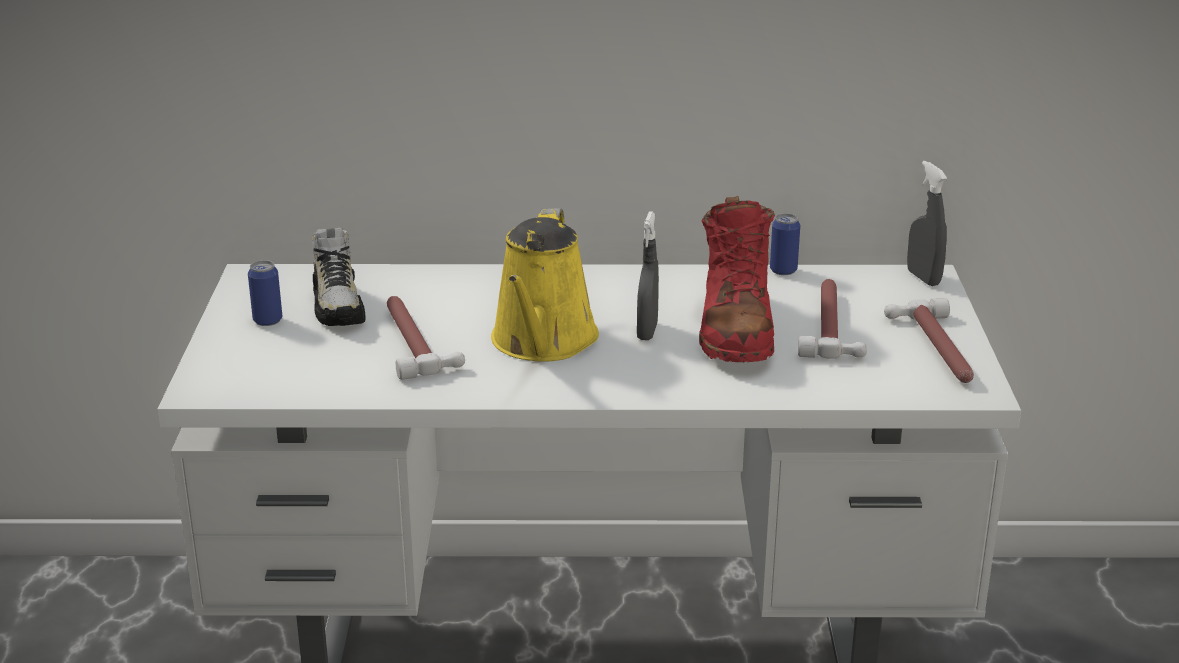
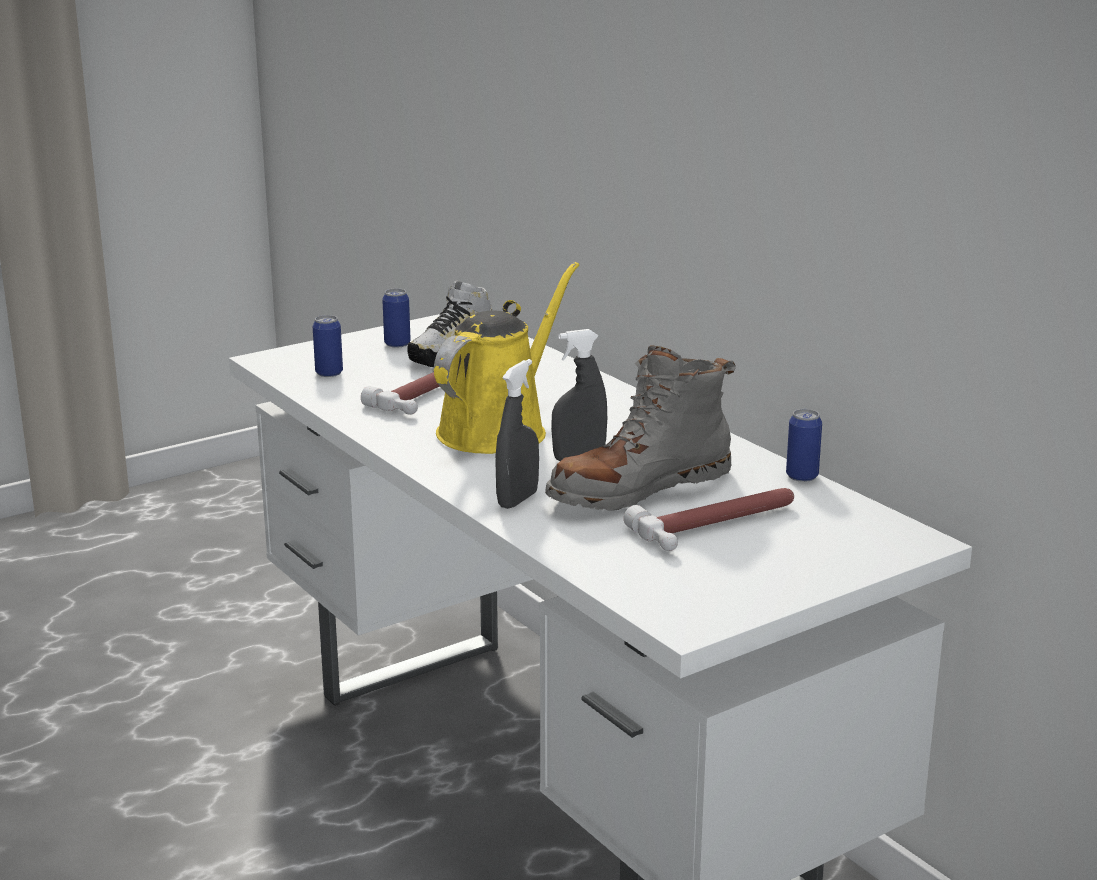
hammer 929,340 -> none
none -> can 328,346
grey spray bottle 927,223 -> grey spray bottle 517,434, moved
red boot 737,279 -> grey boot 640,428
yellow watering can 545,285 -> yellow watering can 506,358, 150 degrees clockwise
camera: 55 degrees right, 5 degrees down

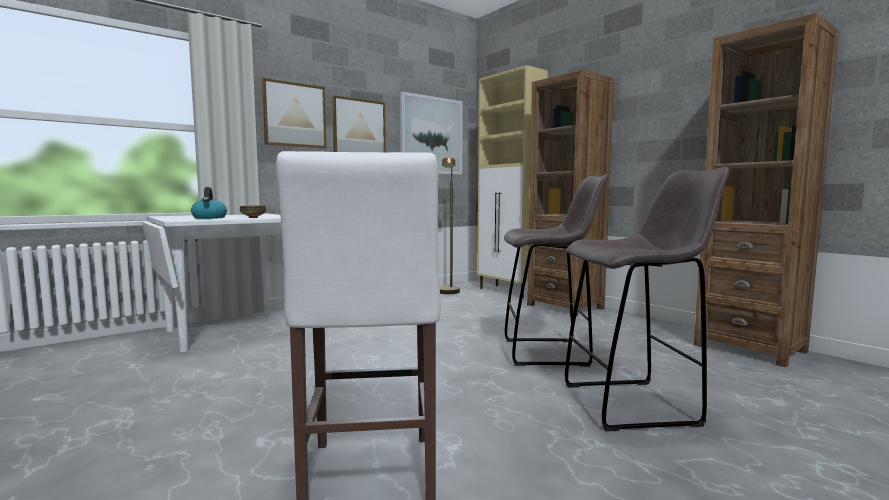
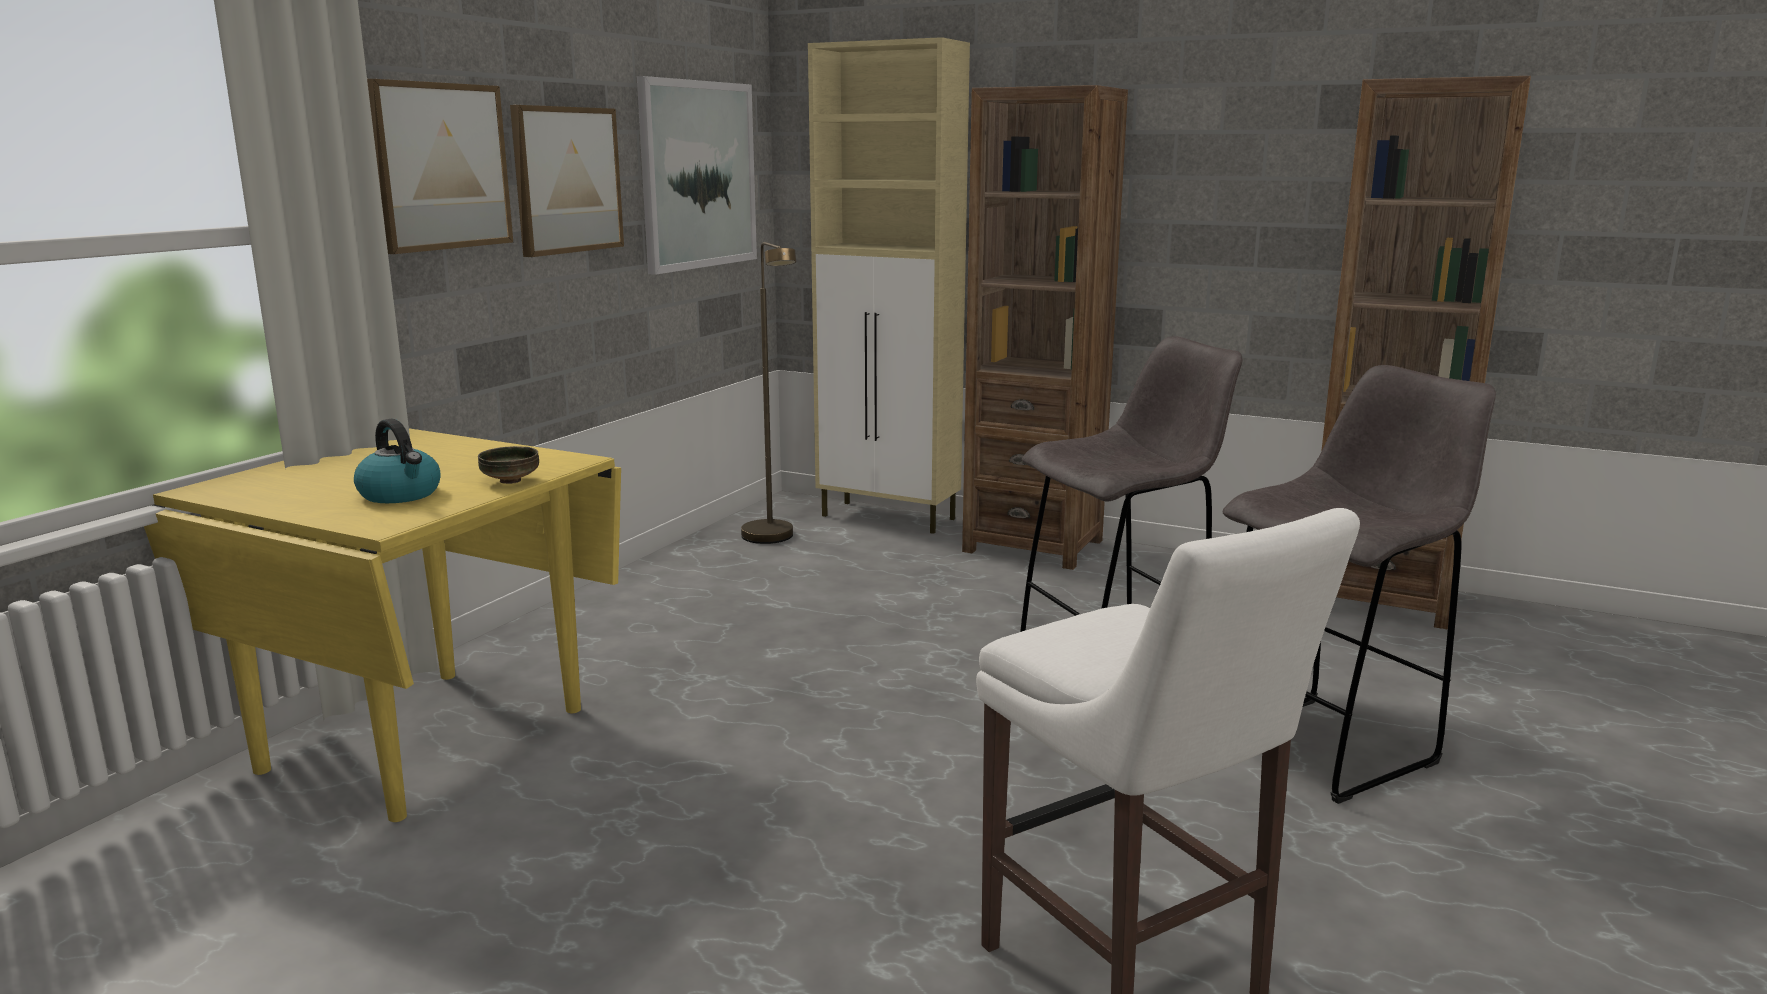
white dining table 216,282 -> yellow dining table 382,625
camera: 25 degrees left, 10 degrees up

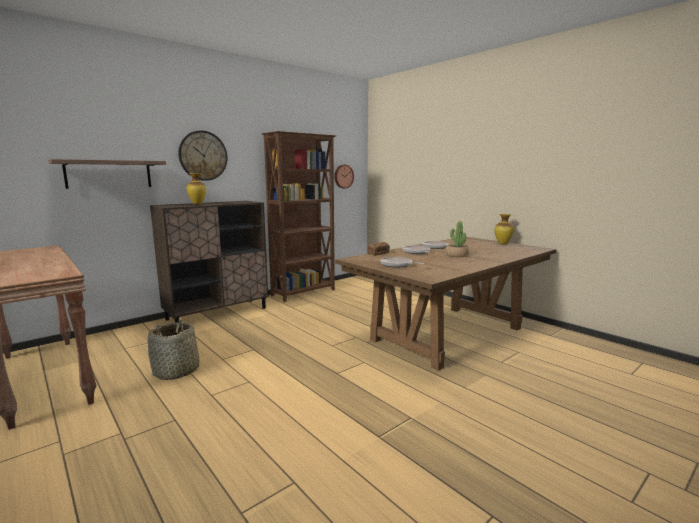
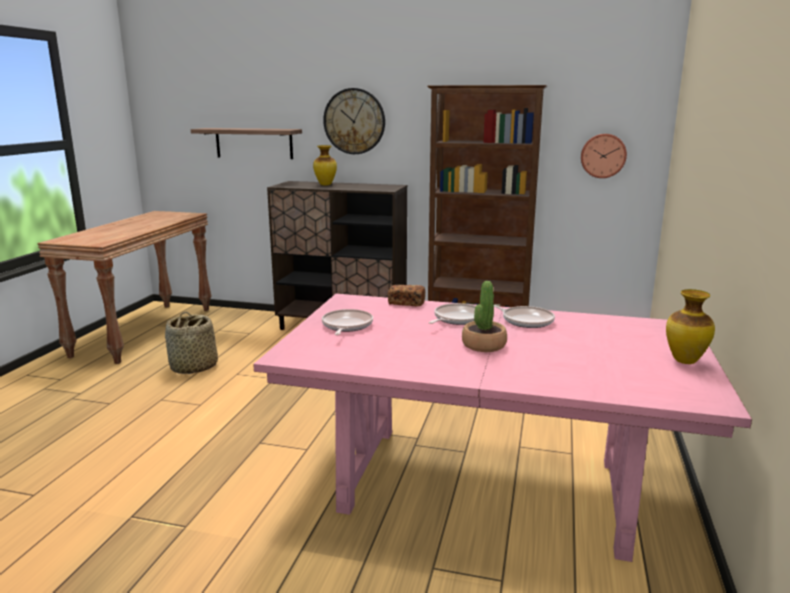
brown dining table 446,304 -> pink dining table 502,428
camera: 55 degrees right, 5 degrees up

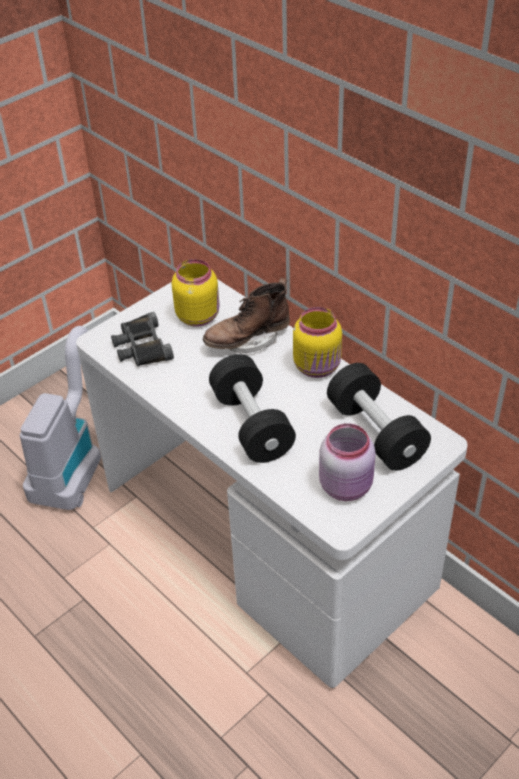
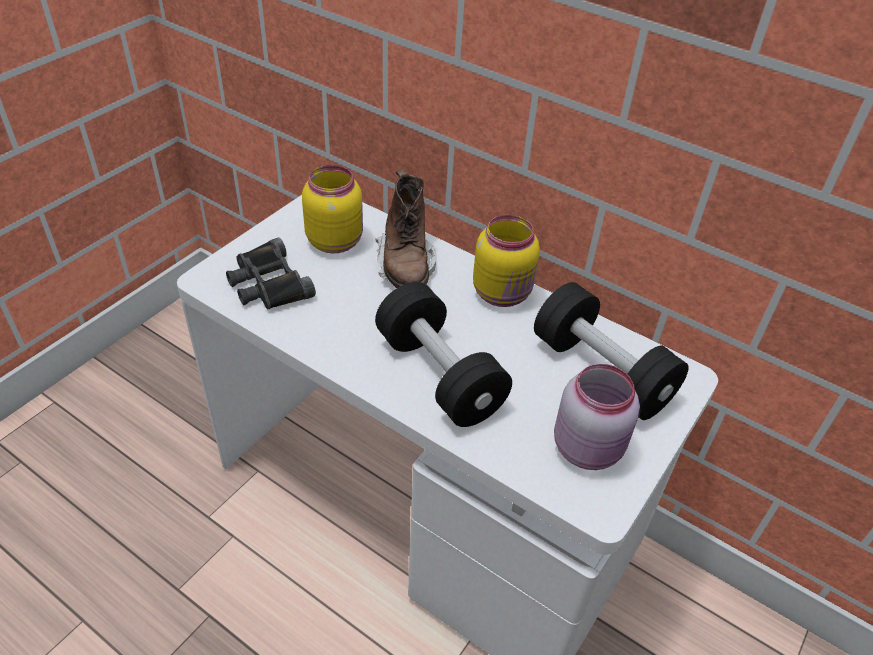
vacuum cleaner 60,418 -> none
brown boot 246,316 -> brown boot 406,228, 60 degrees counterclockwise
camera: 15 degrees left, 0 degrees up

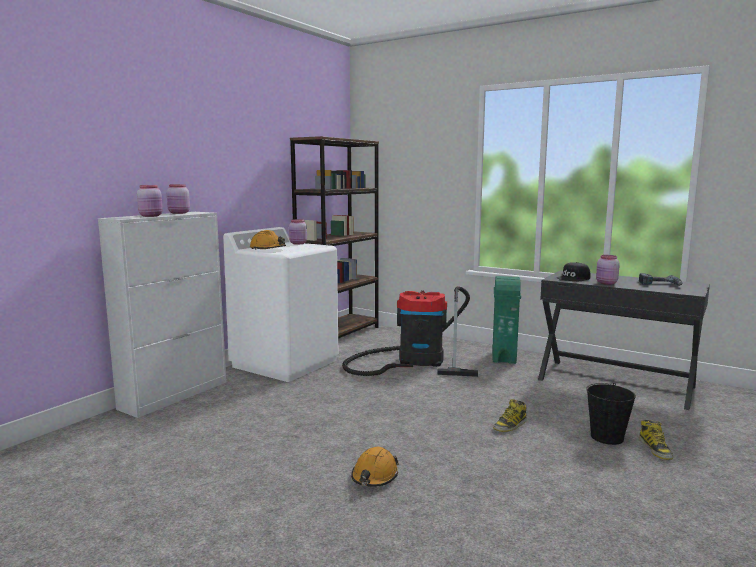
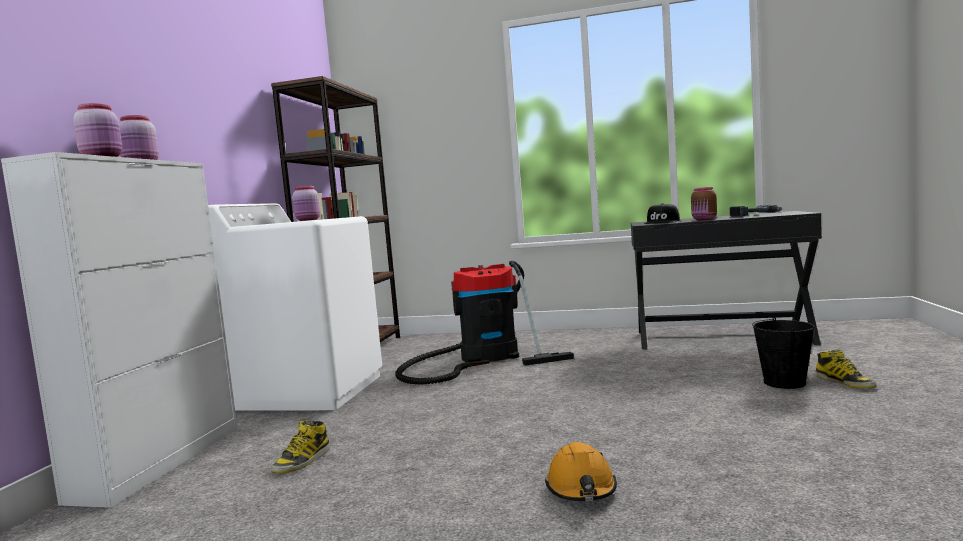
orange hard hat 268,240 -> none
green trash can 506,320 -> none
boot 510,415 -> boot 300,447, moved
pink jar 608,270 -> brown jar 704,204
camera: 20 degrees left, 5 degrees down

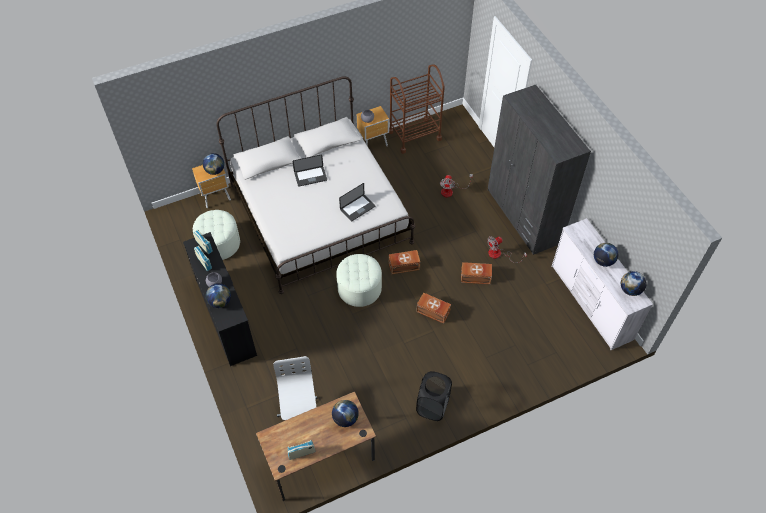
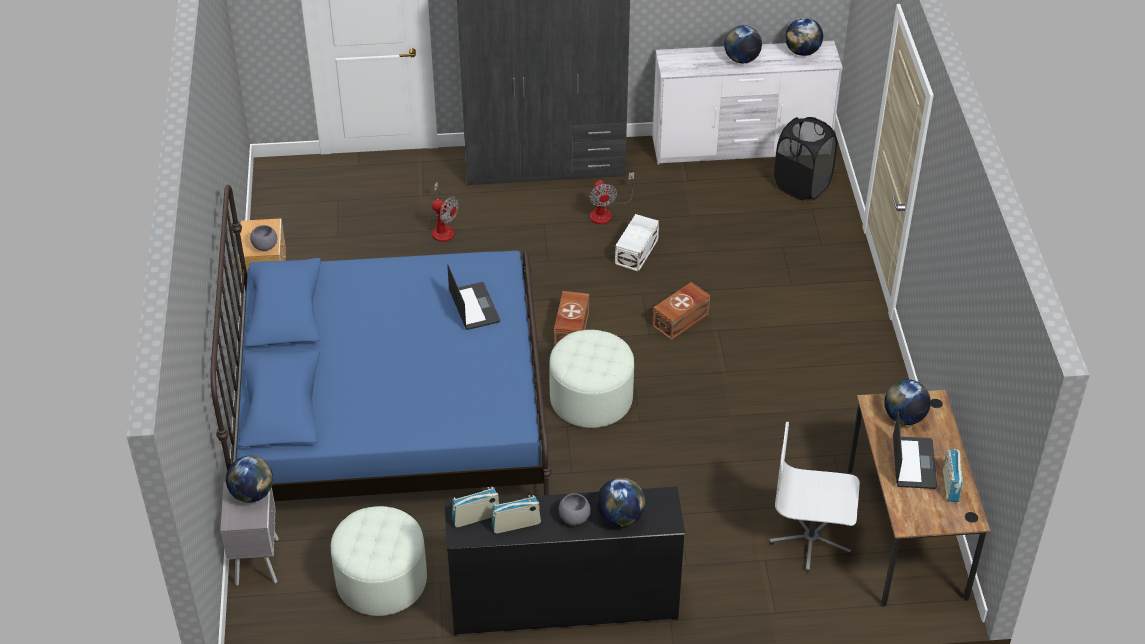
brown cart 417,109 -> none
laptop 310,171 -> laptop 915,450, moved
black laundry basket 434,396 -> black laundry basket 805,158, moved
brown nightstand 211,186 -> grey nightstand 249,534
white bed 315,185 -> blue bed 381,343
brown storage box 476,273 -> white storage box 637,243
camera: 70 degrees left, 10 degrees down

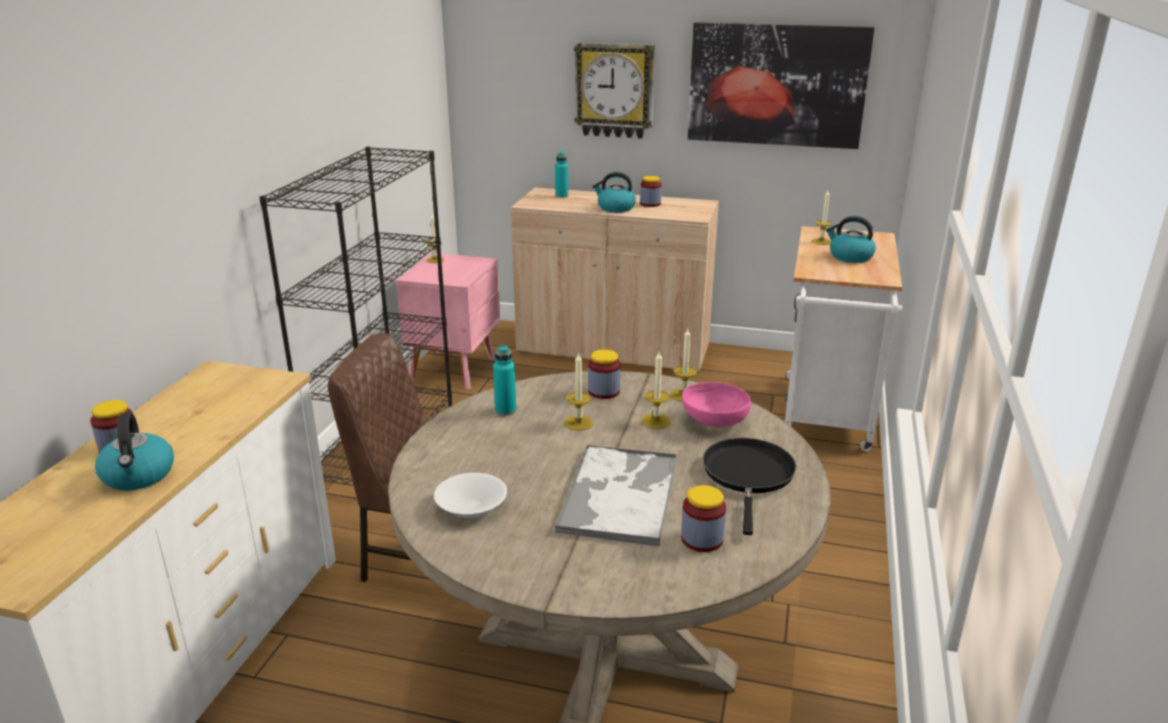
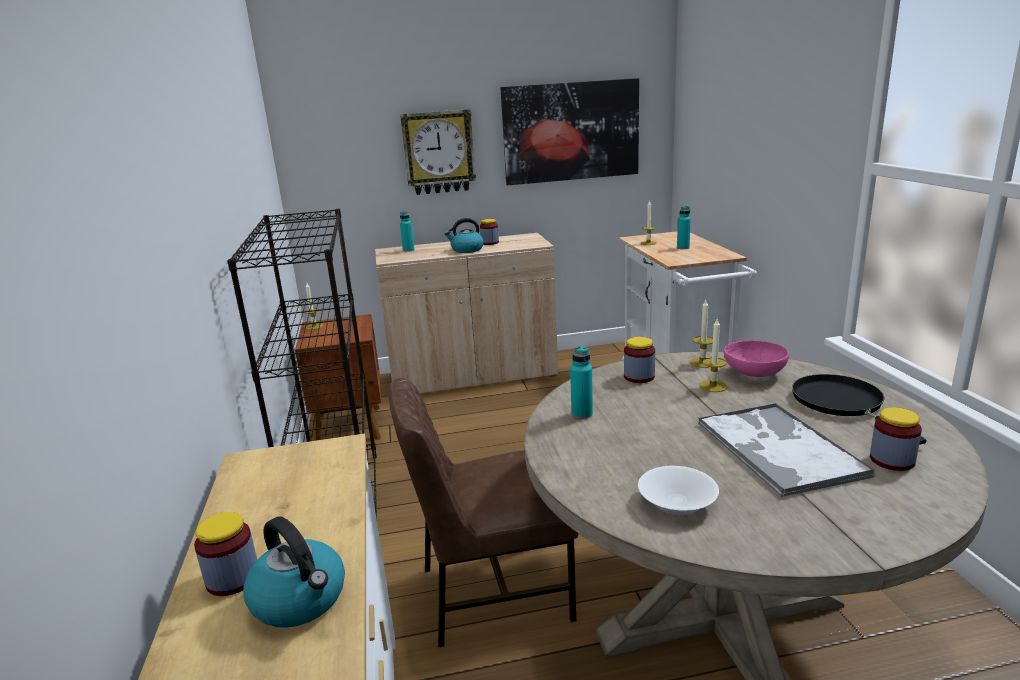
candle 578,391 -> none
kettle 851,239 -> turquoise bottle 684,227
pink nightstand 448,321 -> brown nightstand 338,377
camera: 25 degrees left, 5 degrees down

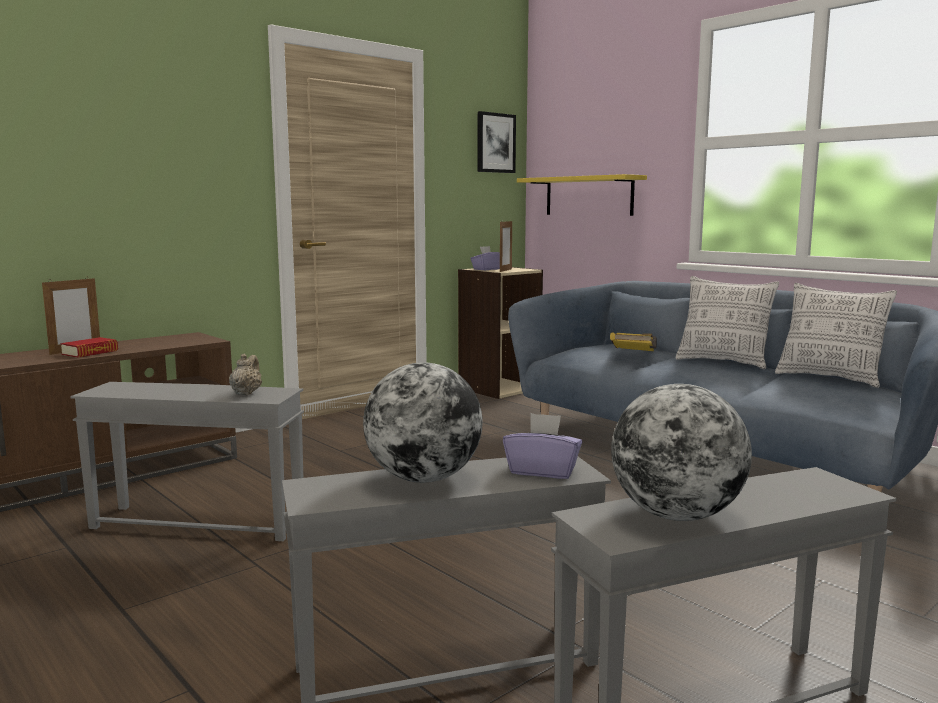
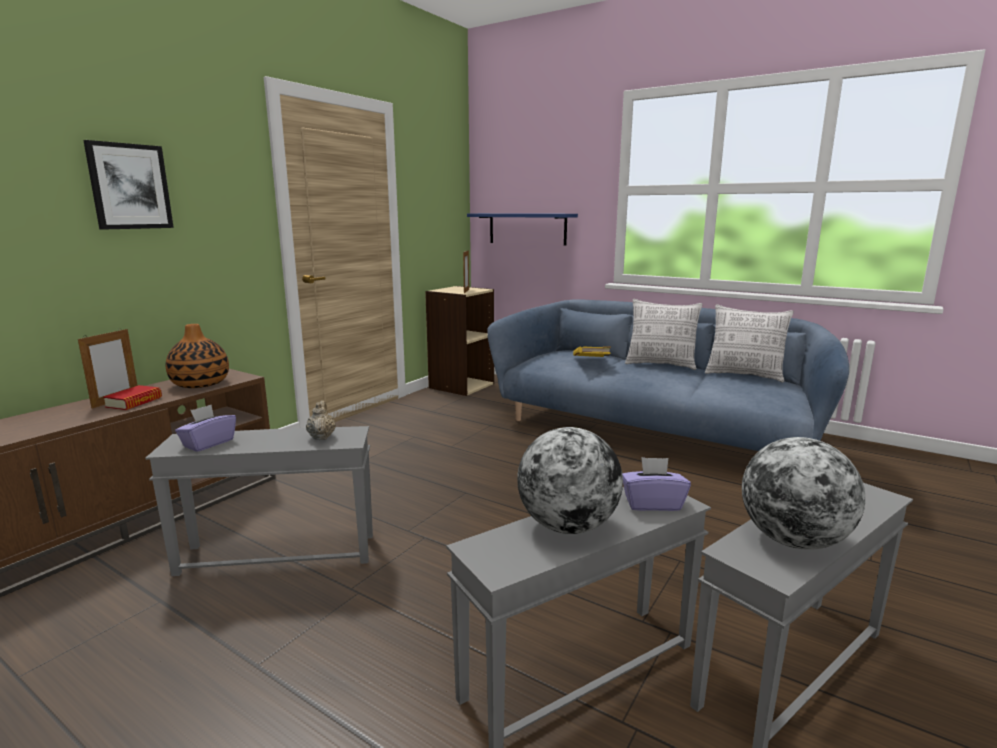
none -> vase 197,356
purple tissue box 485,258 -> purple tissue box 205,428, moved
picture 497,142 -> picture 128,185, moved
yellow shelf 582,195 -> blue shelf 522,229
camera: 15 degrees left, 5 degrees up

